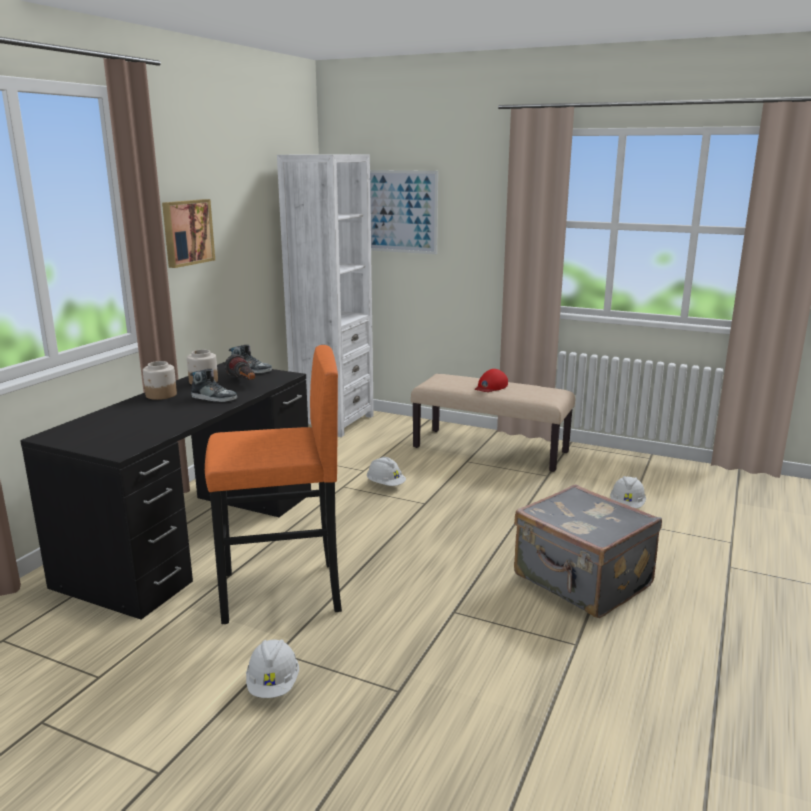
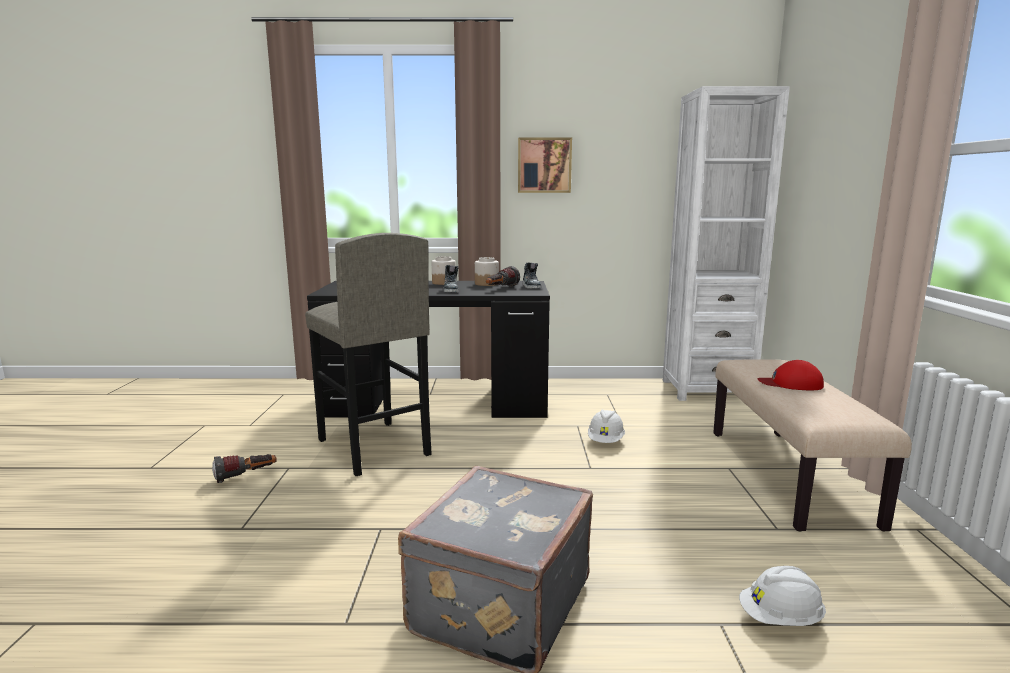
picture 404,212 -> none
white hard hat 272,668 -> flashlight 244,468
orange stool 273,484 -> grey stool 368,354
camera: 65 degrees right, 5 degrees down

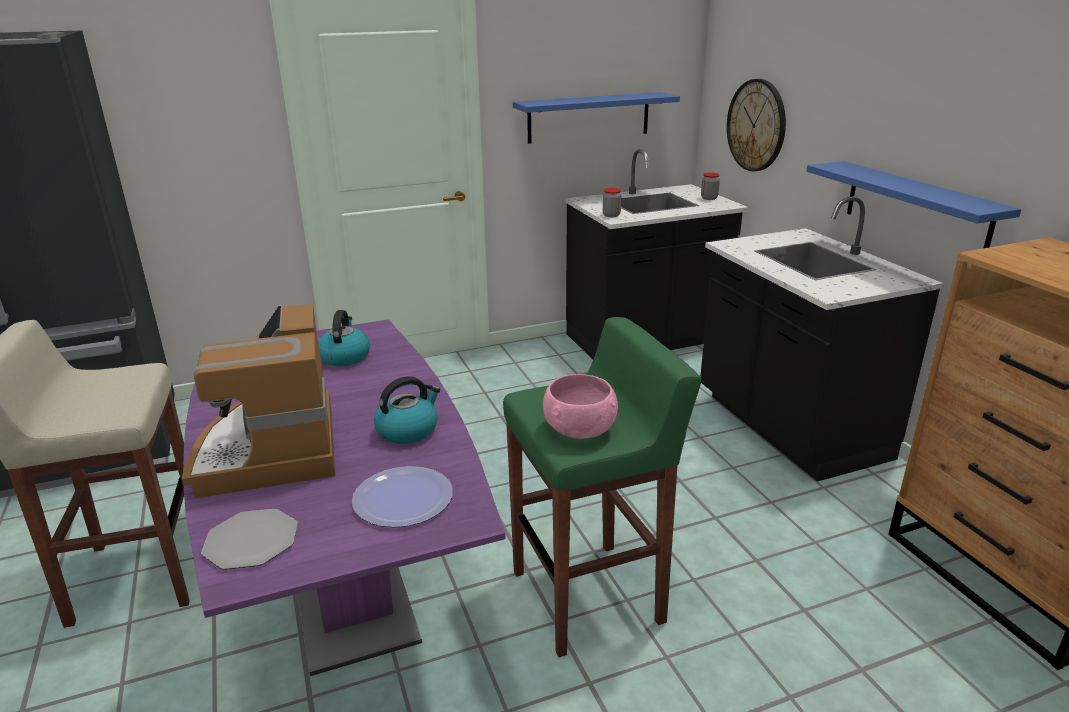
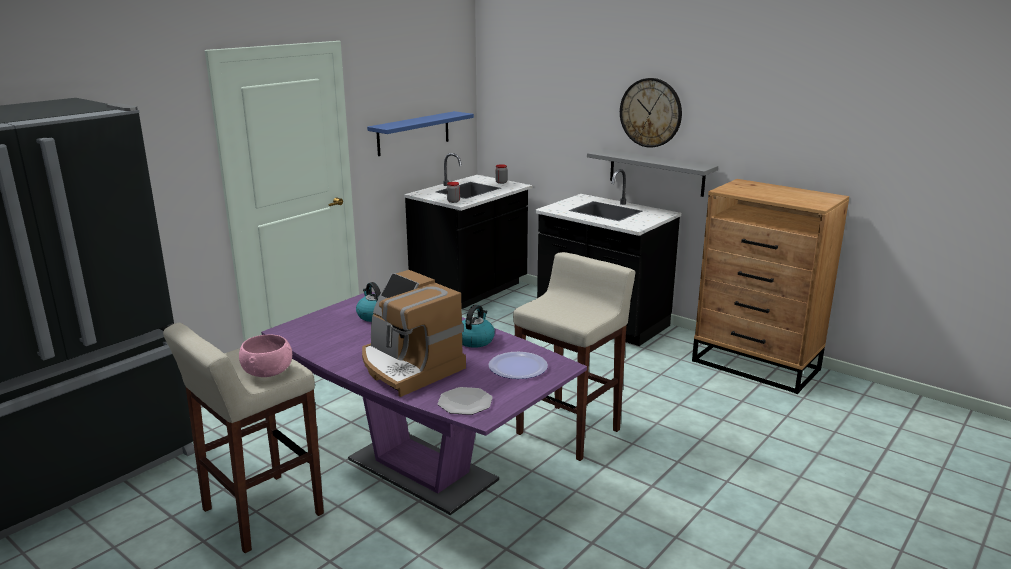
pink bowl 580,406 -> pink bowl 265,355, moved
wall clock 756,125 -> wall clock 651,113, moved
green stool 602,487 -> beige stool 574,356
blue shelf 913,204 -> grey shelf 652,173
camera: 30 degrees left, 5 degrees down

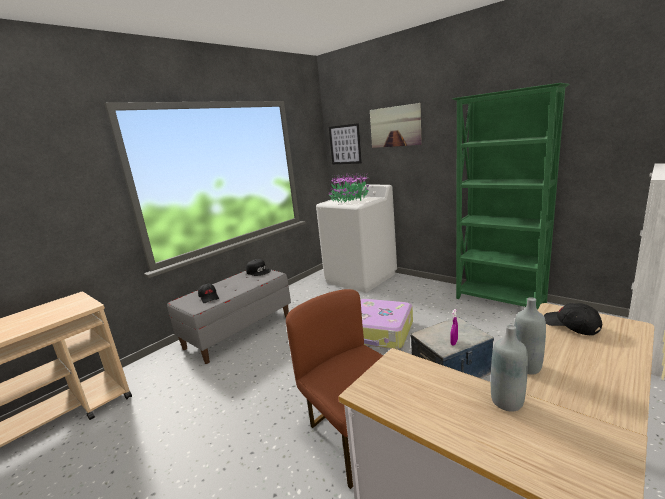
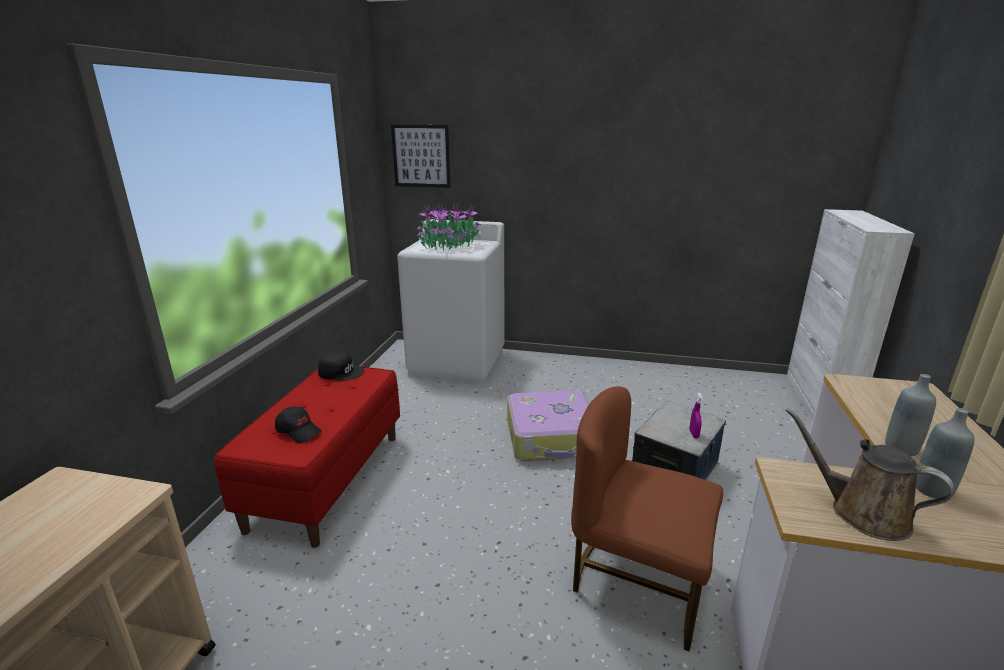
picture 396,125 -> none
green bookcase 511,196 -> none
black cap 573,319 -> none
none -> brown watering can 869,474
grey bench 229,317 -> red bench 307,457
camera: 30 degrees left, 5 degrees up

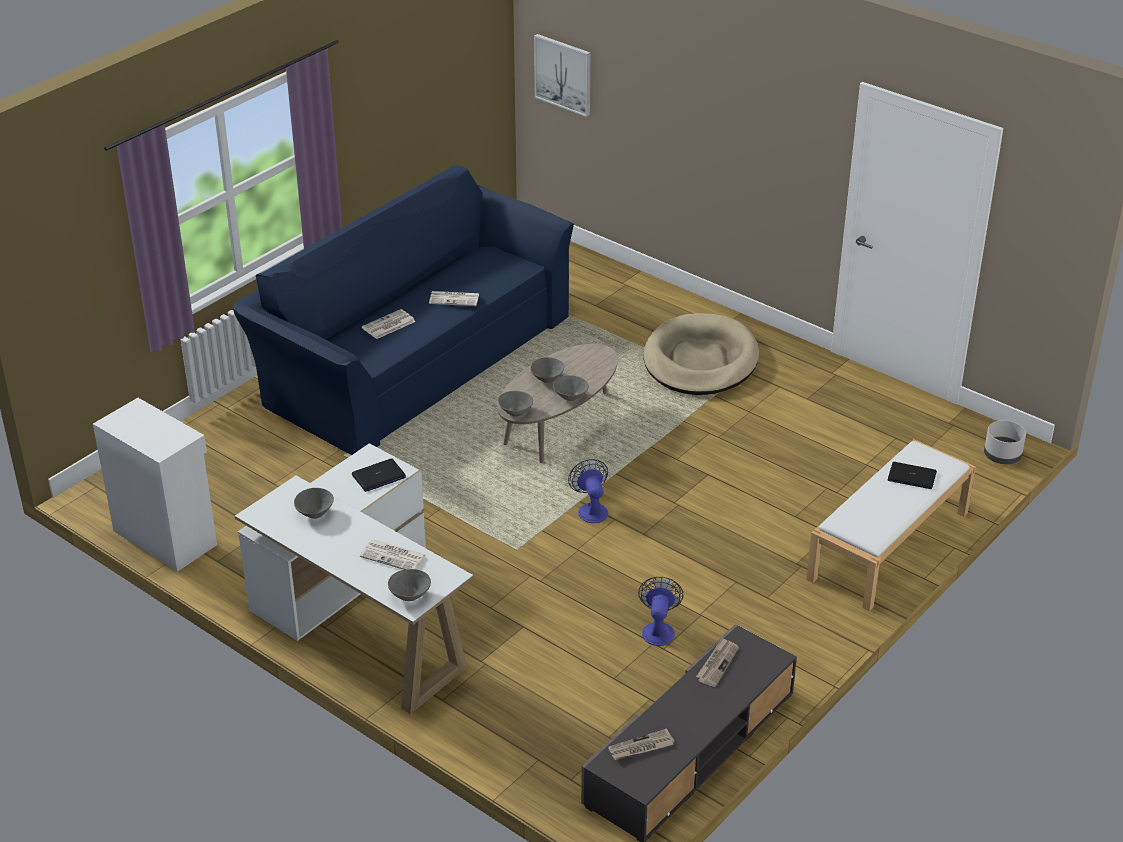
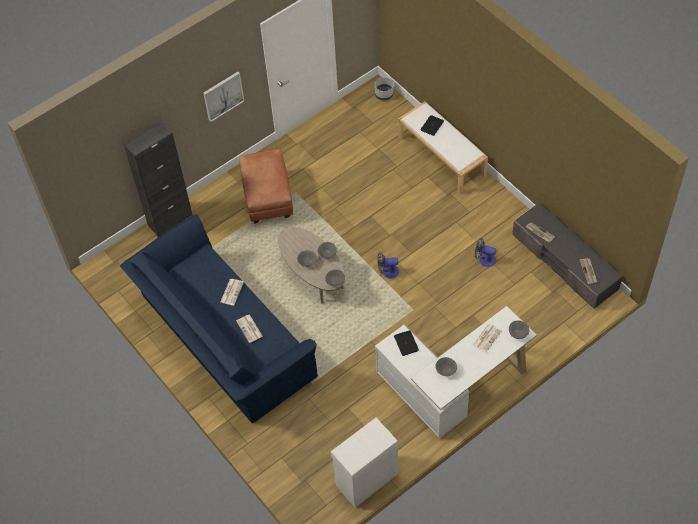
none -> black cabinet 158,179
picture 562,75 -> picture 223,97, moved
beige dog bed 701,354 -> brown ottoman 266,186
camera: 75 degrees left, 20 degrees up

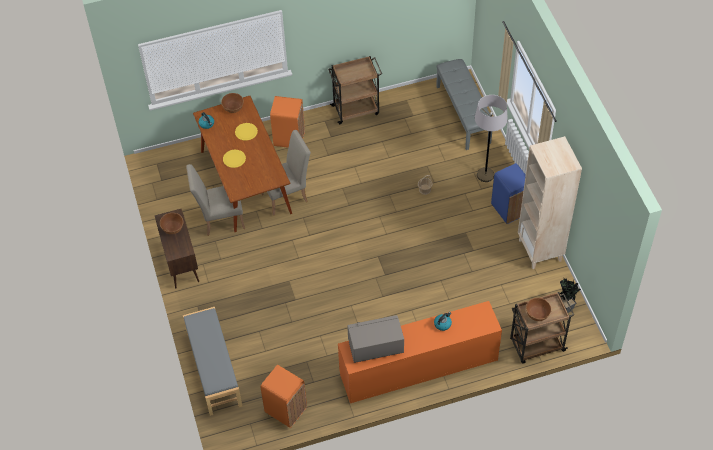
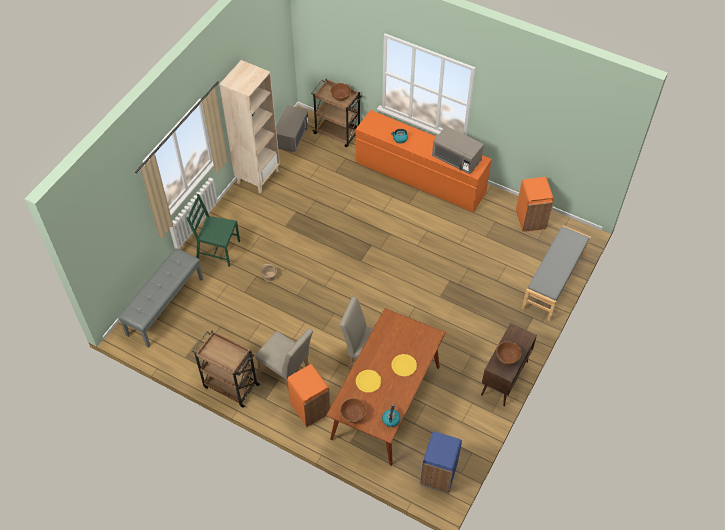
beige chair 215,200 -> beige chair 284,359, moved
blue trash can 508,193 -> blue trash can 441,462, moved
grey floor lamp 491,138 -> green chair 213,230
potted plant 570,295 -> grey microwave 292,128
camera: 135 degrees left, 0 degrees up

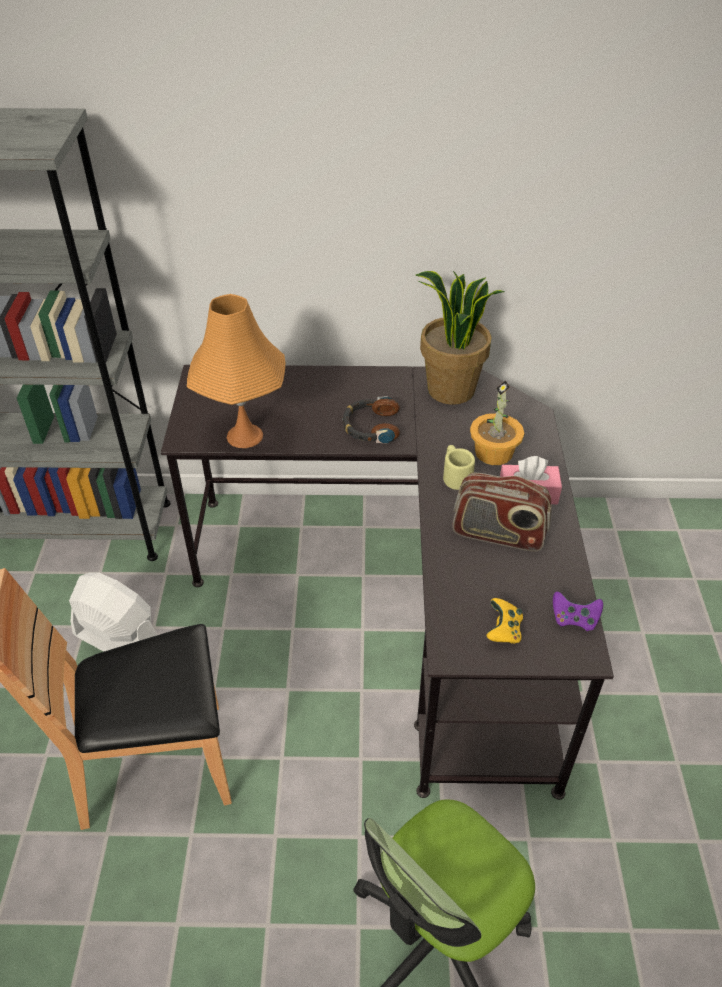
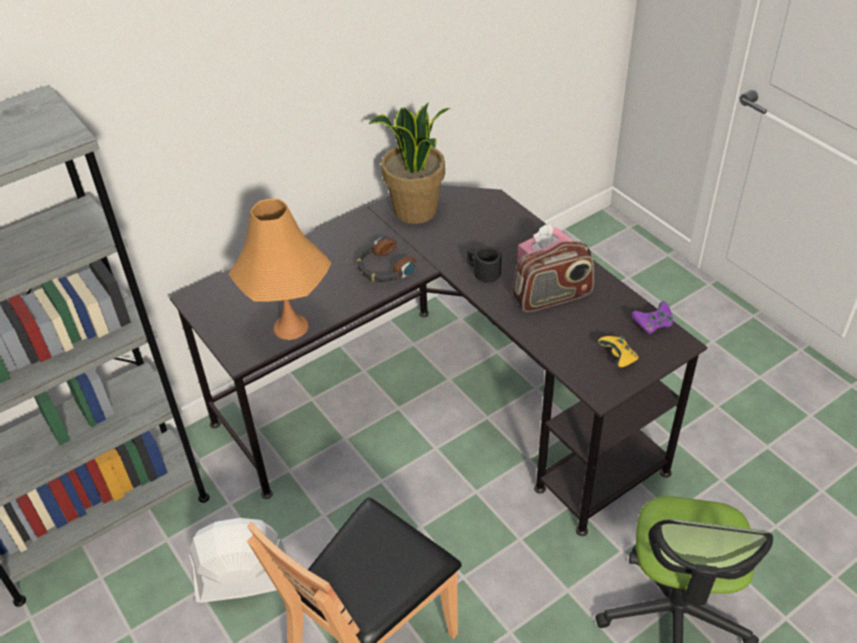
potted plant 497,422 -> none
beige mug 459,467 -> black mug 484,264
camera: 35 degrees left, 0 degrees up

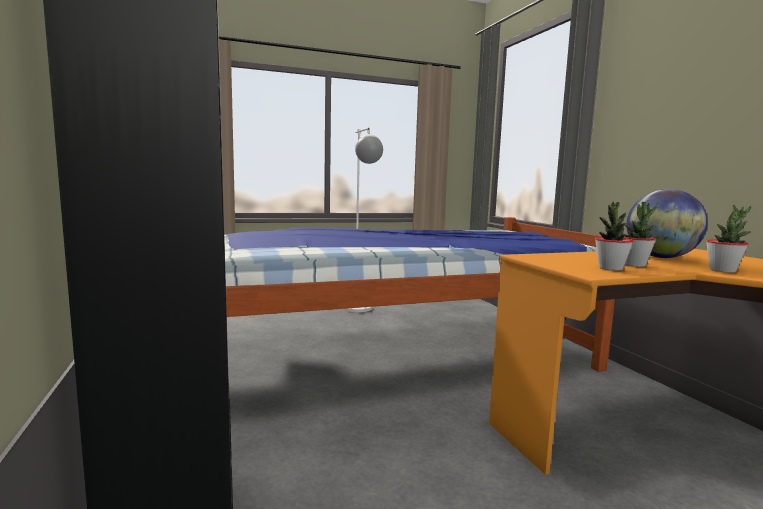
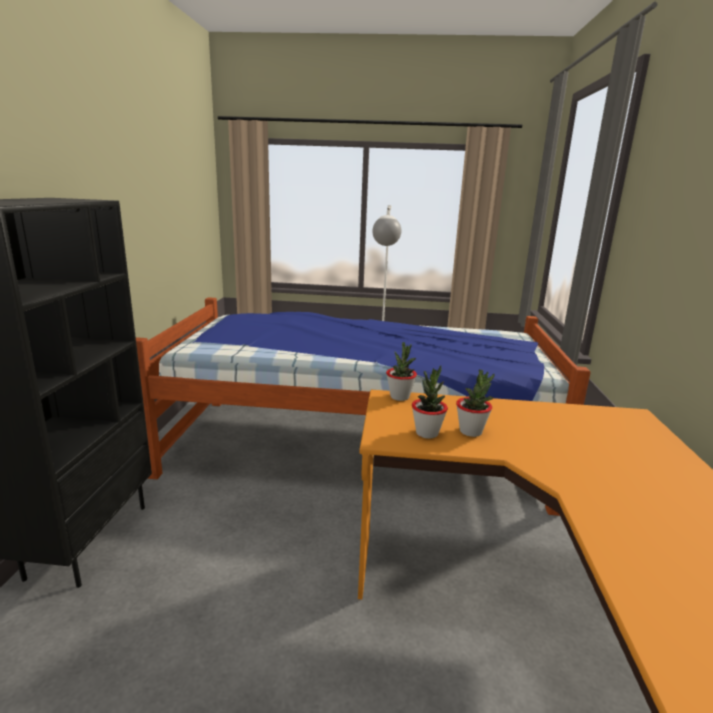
globe 667,223 -> none
potted plant 728,239 -> potted plant 401,371, moved
camera: 25 degrees right, 10 degrees up

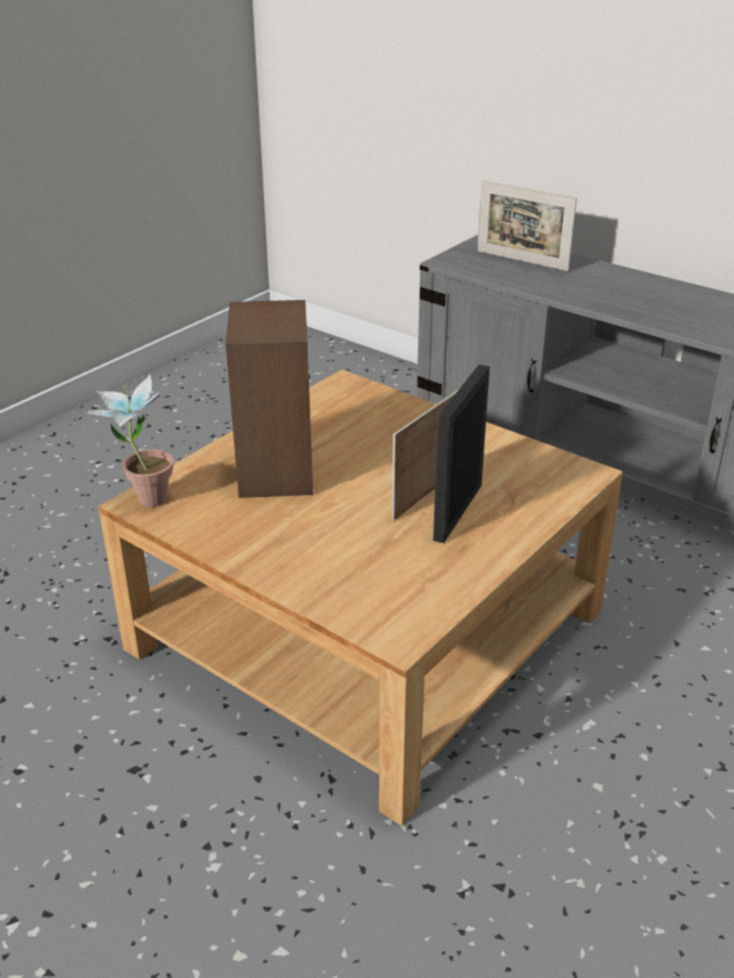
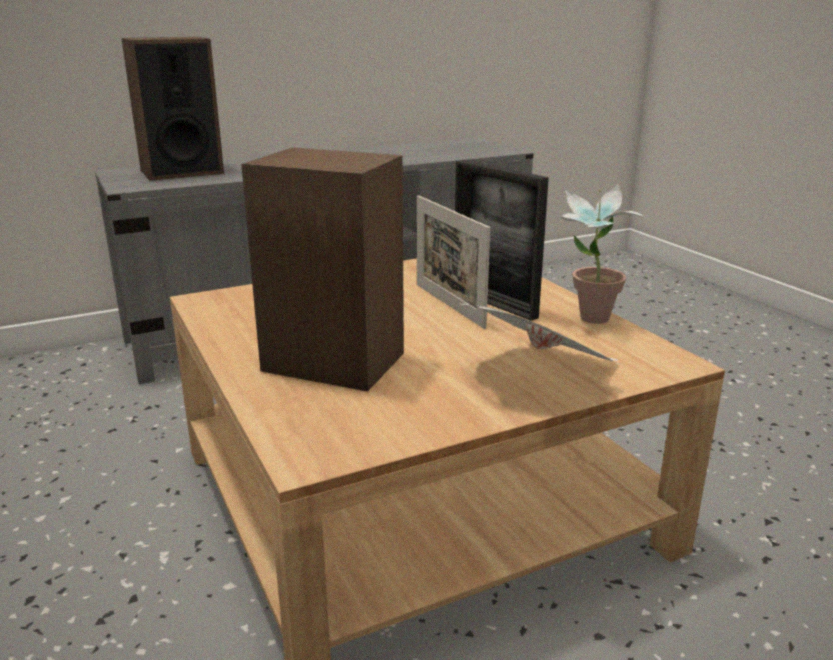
none -> newspaper 540,333
potted plant 127,440 -> potted plant 603,253, moved
picture frame 527,225 -> speaker 172,109
camera: 65 degrees left, 10 degrees down

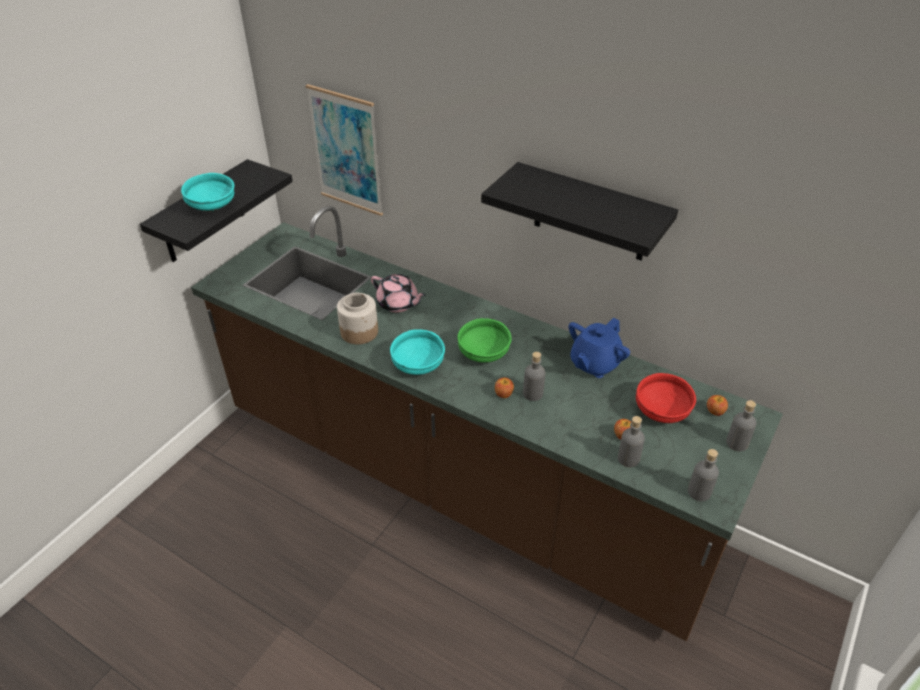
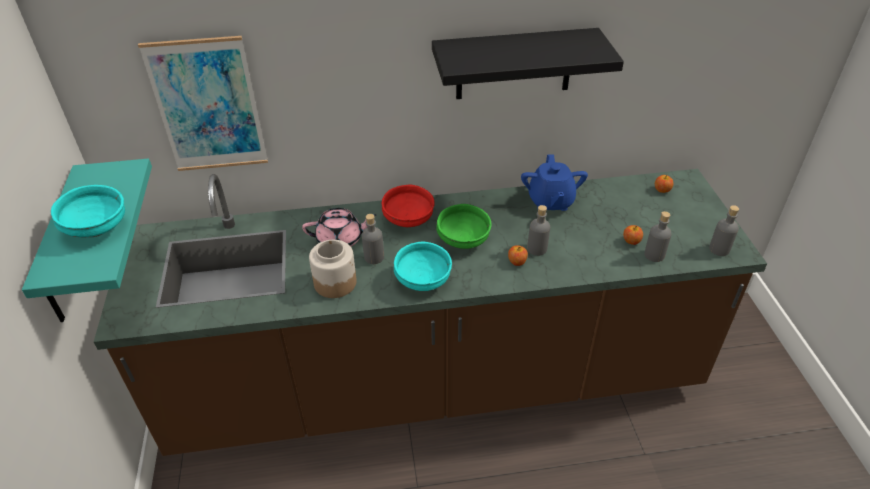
red bowl 666,398 -> red bowl 408,206, moved
grey bottle 741,425 -> grey bottle 373,239, moved
black shelf 216,210 -> turquoise shelf 87,240
camera: 40 degrees left, 0 degrees up

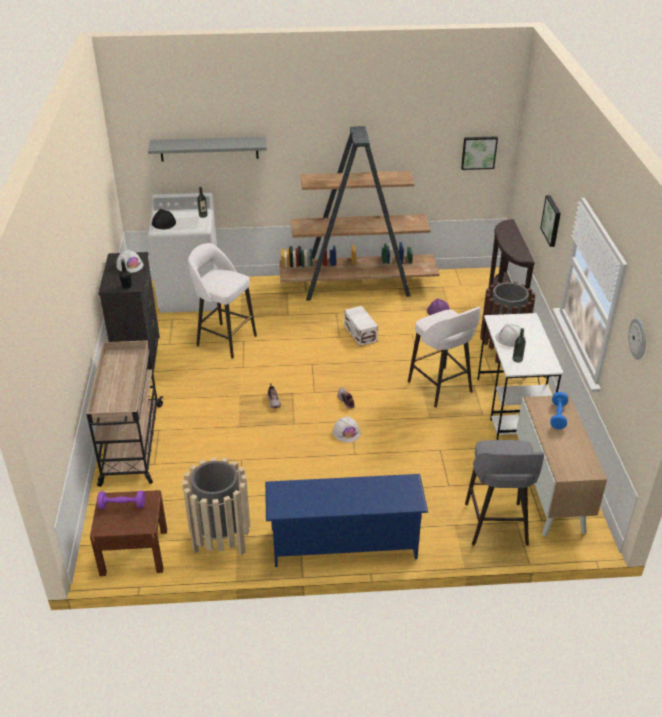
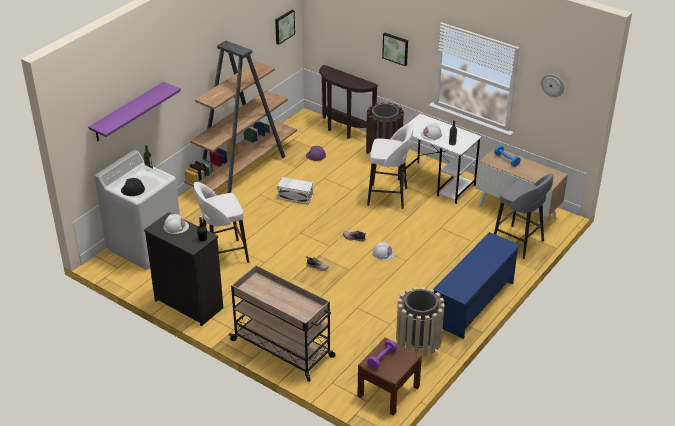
grey shelf 207,149 -> purple shelf 134,111
camera: 50 degrees left, 0 degrees up

